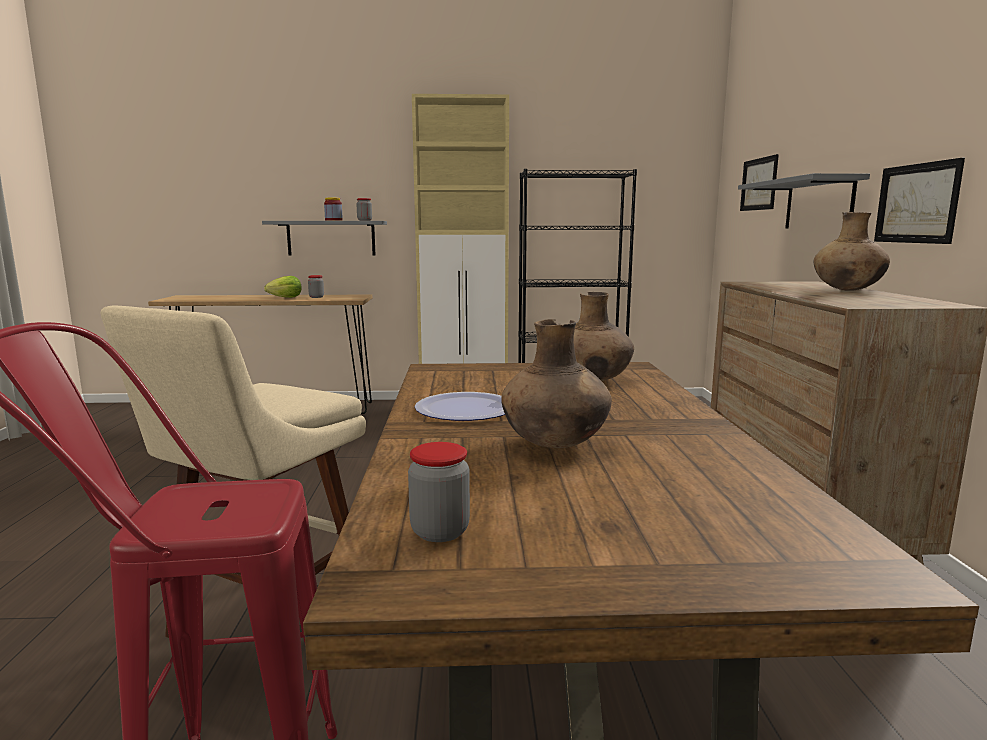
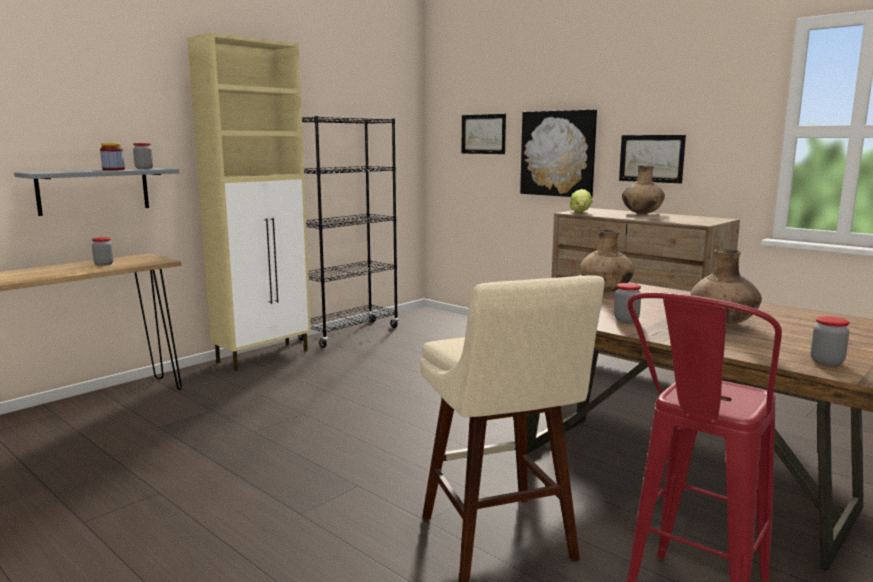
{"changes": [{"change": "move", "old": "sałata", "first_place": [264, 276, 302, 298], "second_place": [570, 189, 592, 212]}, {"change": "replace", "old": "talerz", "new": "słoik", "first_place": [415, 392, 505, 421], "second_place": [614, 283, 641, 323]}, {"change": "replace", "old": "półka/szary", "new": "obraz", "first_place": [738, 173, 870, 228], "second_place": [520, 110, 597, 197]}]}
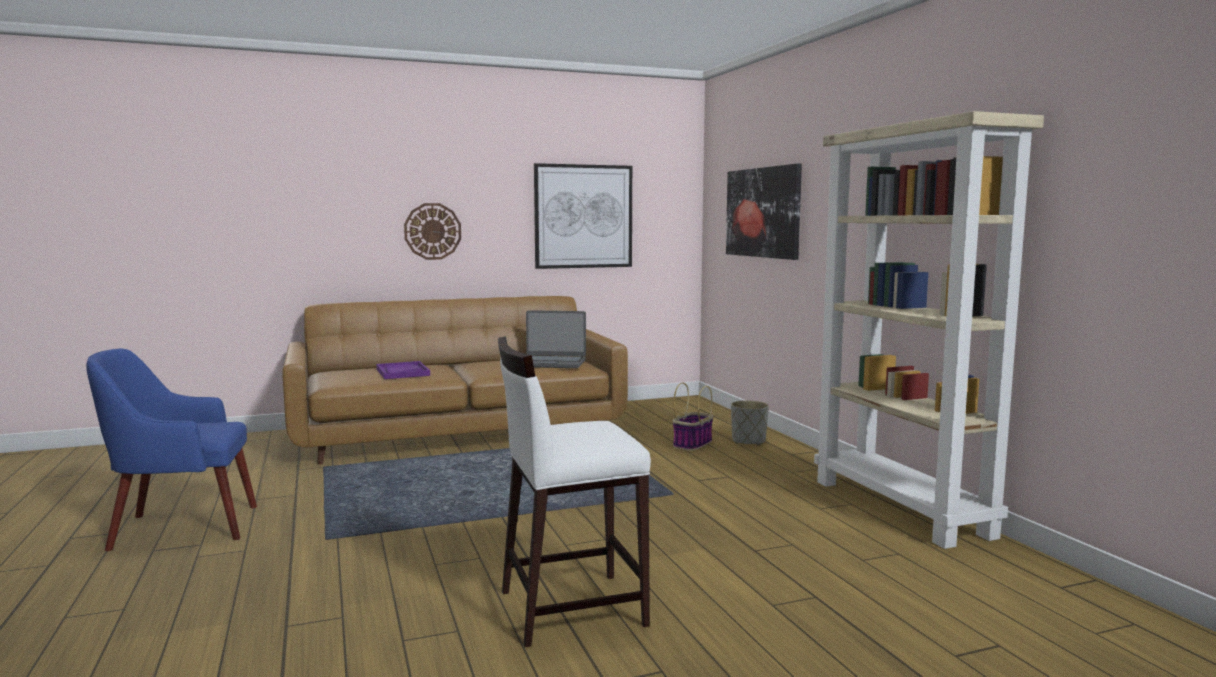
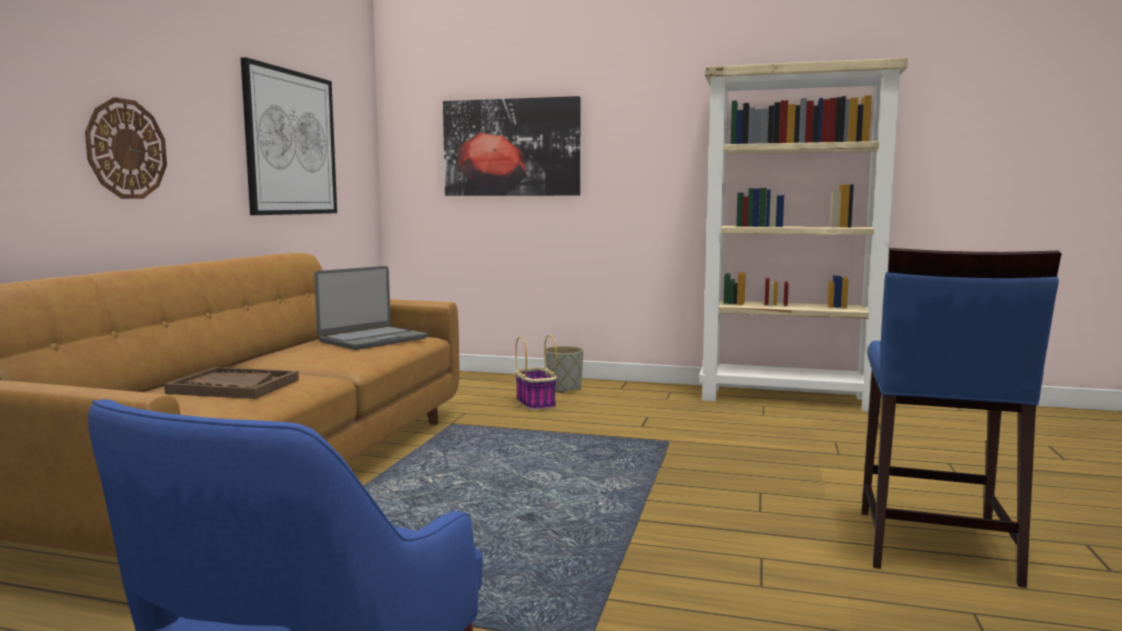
{"changes": [{"change": "recolor", "old": "taca/fioletowy", "new": "taca/brązowy", "first_place": [376, 361, 430, 379], "second_place": [164, 367, 299, 399]}, {"change": "recolor", "old": "stołek/biały", "new": "stołek/niebieski", "first_place": [498, 336, 651, 647], "second_place": [862, 248, 1062, 588]}]}
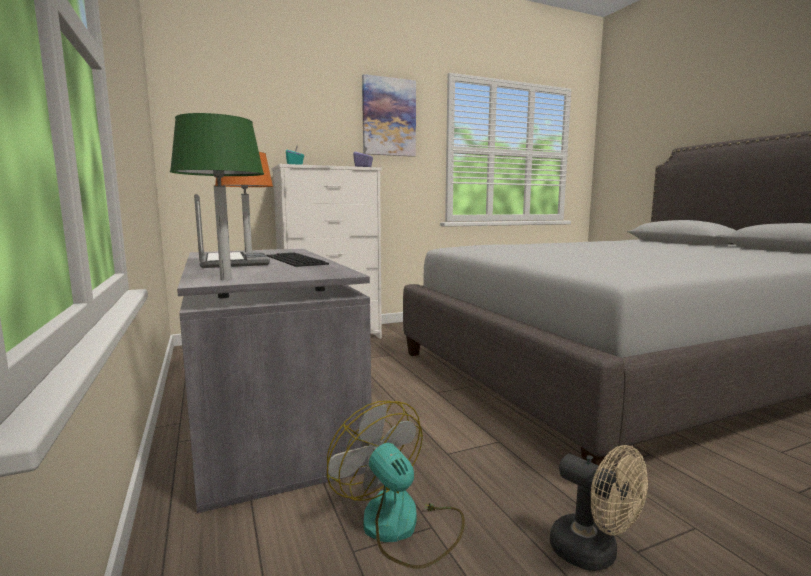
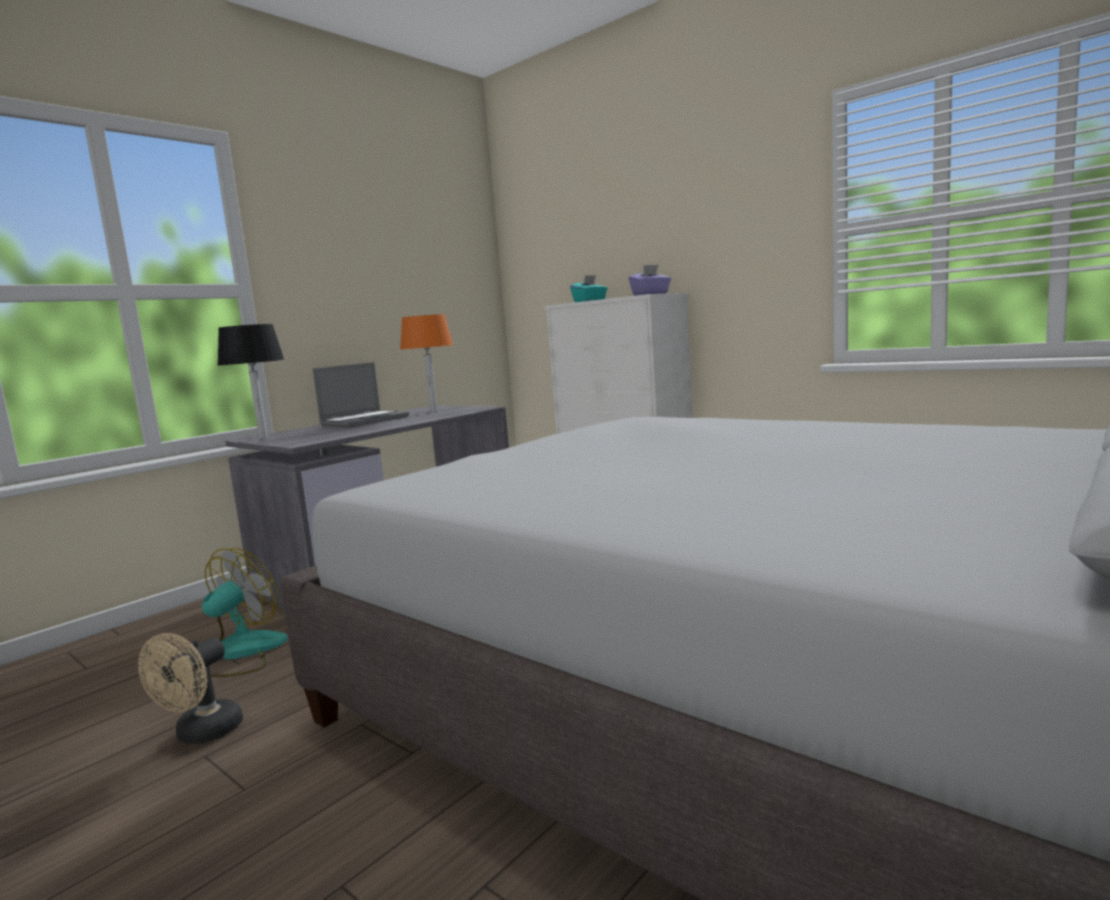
{"changes": [{"change": "delete", "old": "klawiatura", "first_place": [267, 253, 329, 267]}, {"change": "delete", "old": "obraz", "first_place": [362, 74, 416, 157]}, {"change": "recolor", "old": "lampa stołowa/zielony", "new": "lampa stołowa/czarny", "first_place": [170, 113, 264, 280], "second_place": [218, 324, 285, 439]}]}
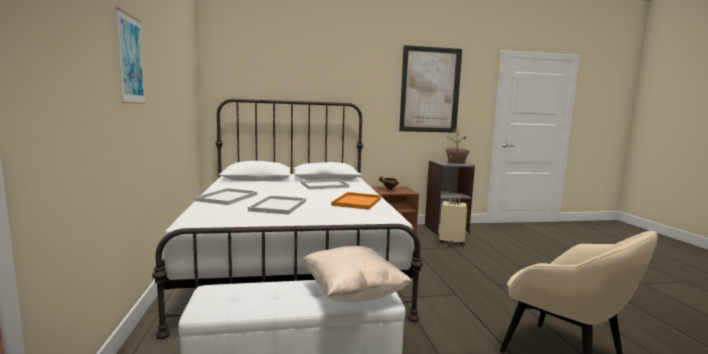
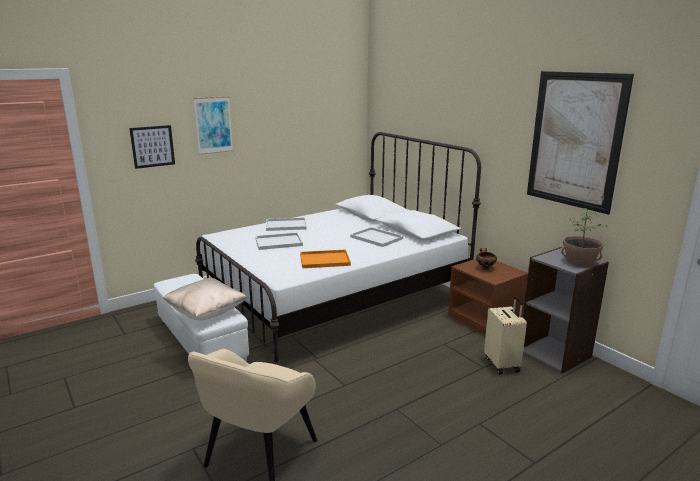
{"changes": [{"change": "insert", "new": "obraz", "second_place": [129, 125, 175, 169]}]}
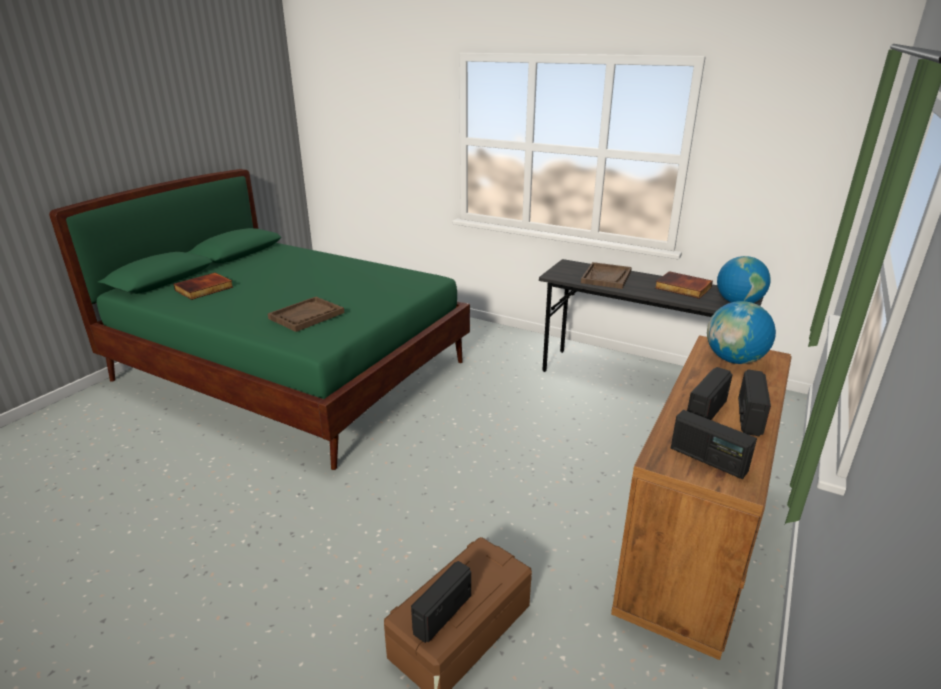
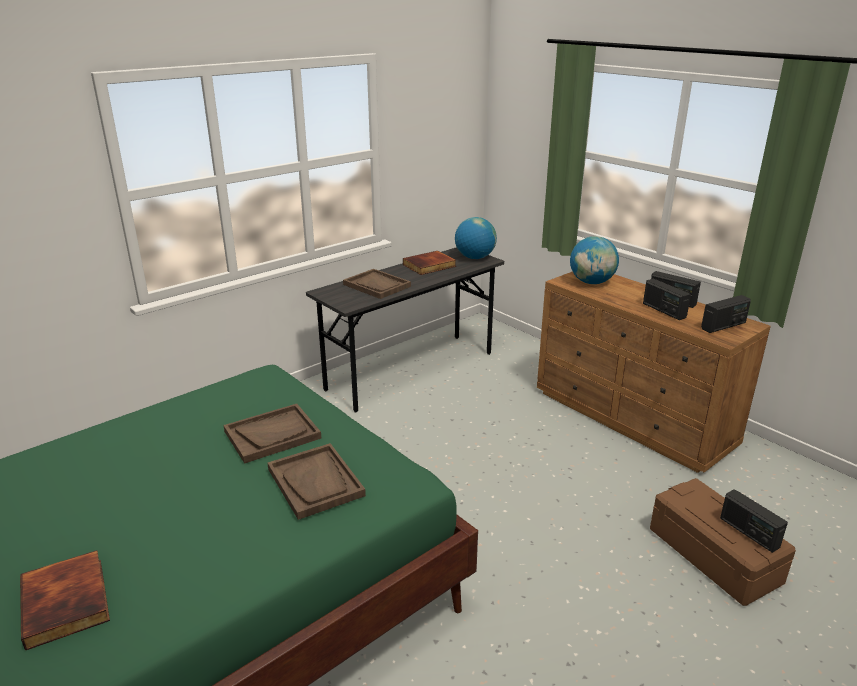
{"changes": [{"change": "insert", "new": "taca/brązowy", "second_place": [223, 404, 321, 464]}]}
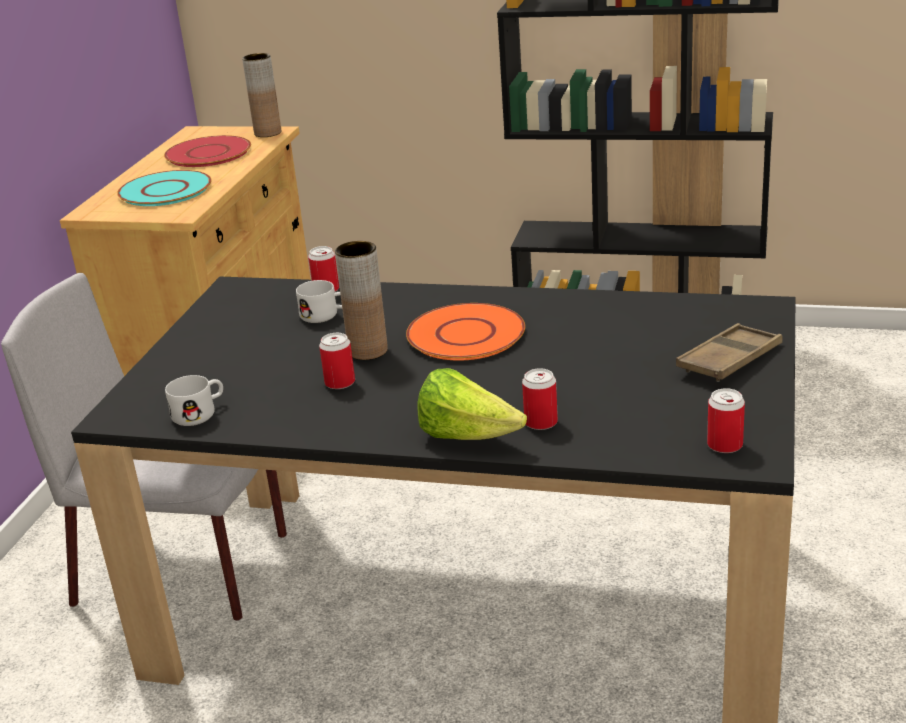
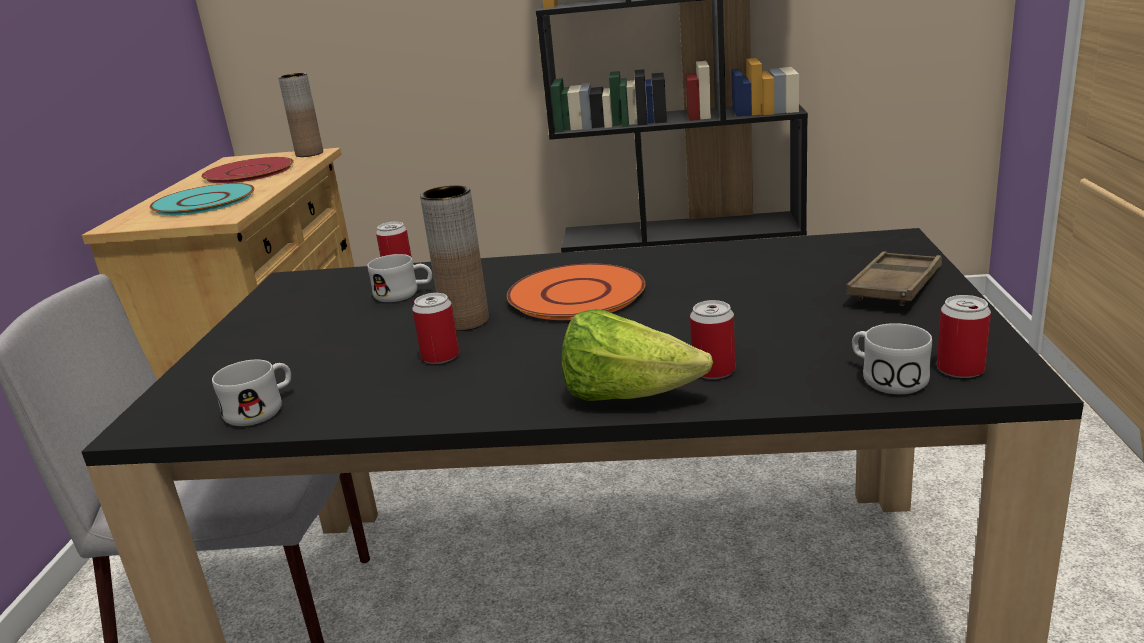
{"changes": [{"change": "insert", "new": "kubek/biały", "second_place": [852, 323, 932, 394]}]}
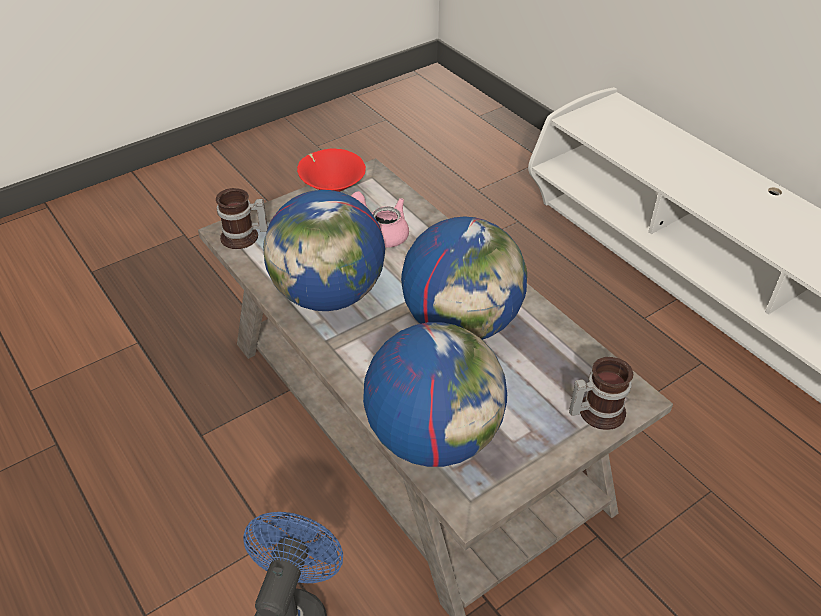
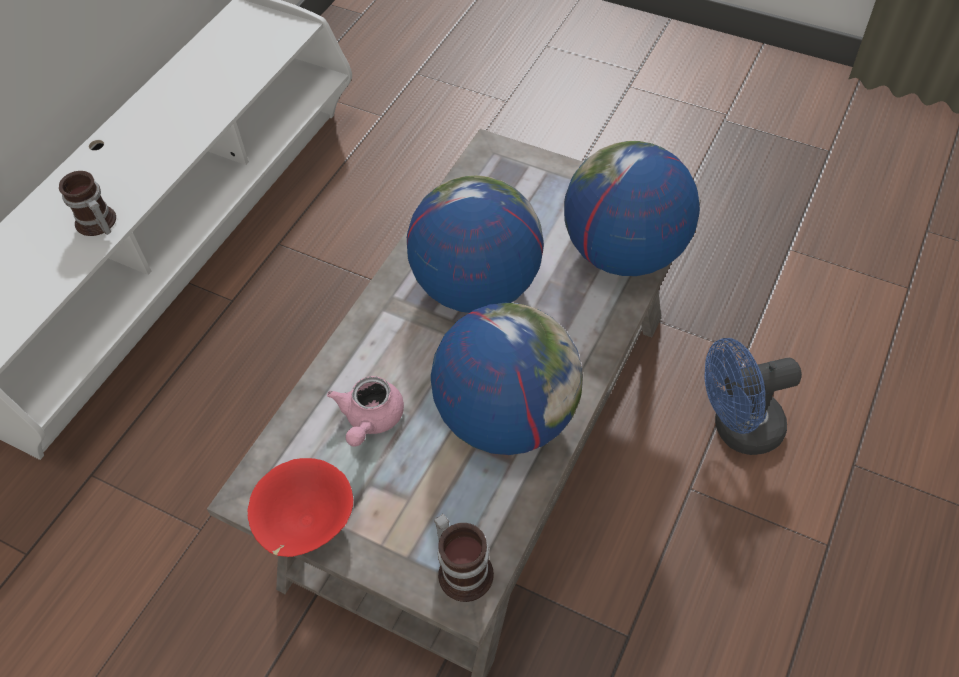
{"changes": [{"change": "move", "old": "kubek", "first_place": [569, 357, 633, 430], "second_place": [59, 171, 116, 236]}]}
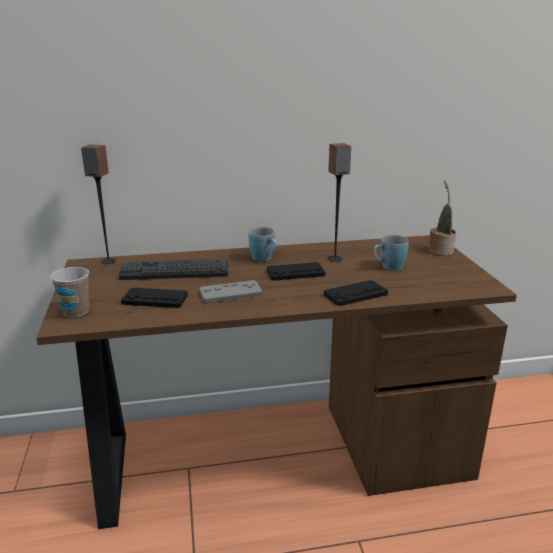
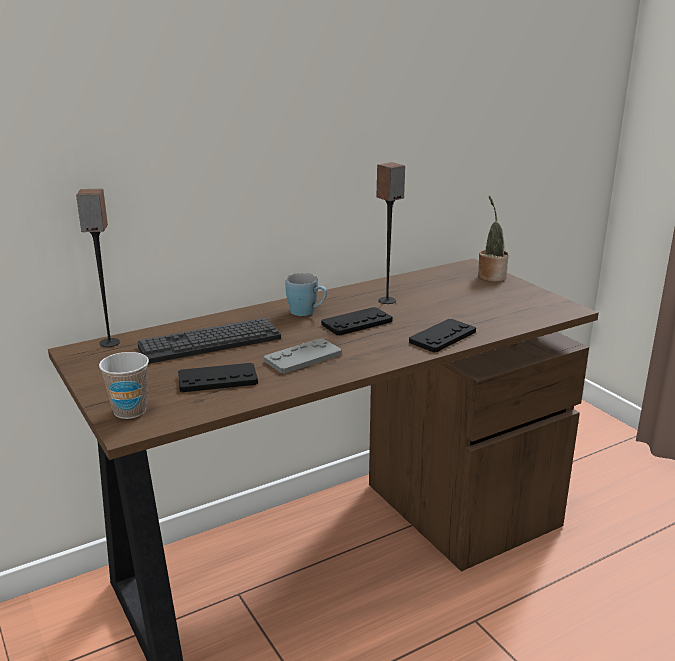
{"changes": [{"change": "delete", "old": "kubek/niebieski", "first_place": [373, 235, 409, 271]}]}
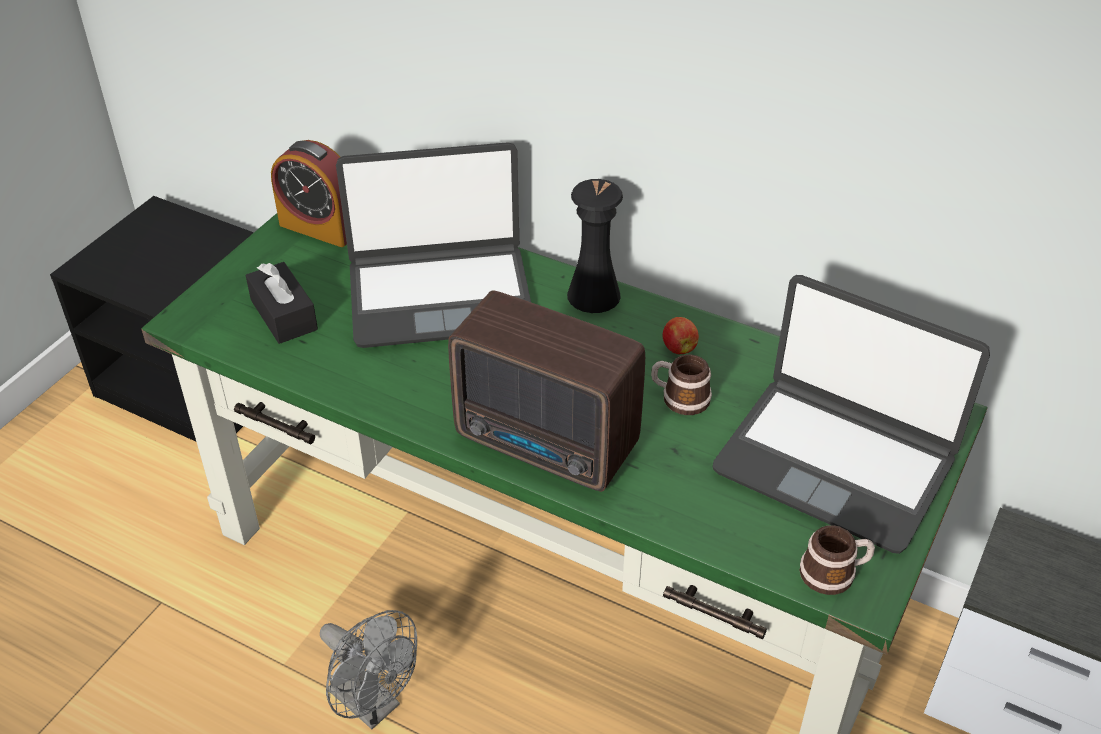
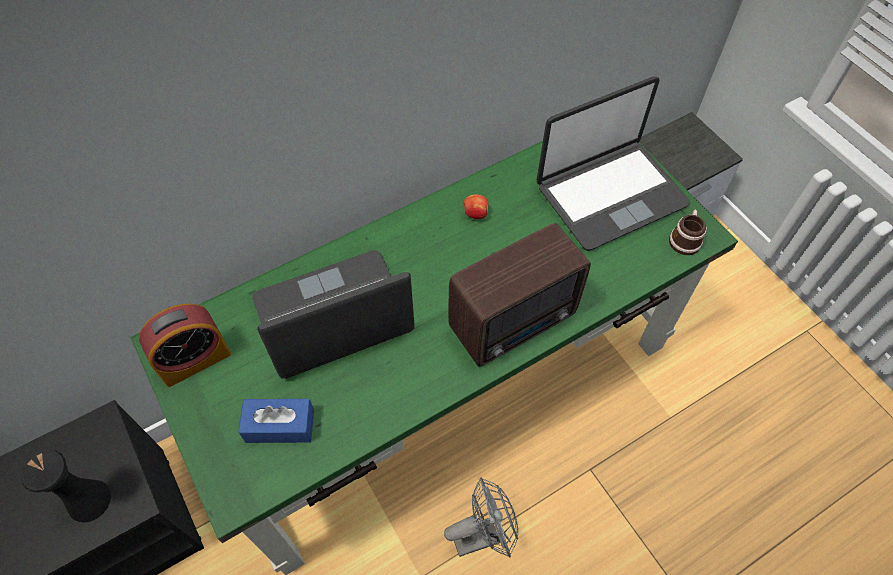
{"changes": [{"change": "delete", "old": "kubek", "first_place": [651, 355, 712, 415]}, {"change": "move", "old": "wazon/czarny", "first_place": [567, 179, 623, 313], "second_place": [21, 450, 111, 523]}, {"change": "recolor", "old": "pudełko chusteczek/czarny", "new": "pudełko chusteczek/niebieski", "first_place": [246, 262, 318, 344], "second_place": [238, 399, 314, 443]}, {"change": "rotate", "old": "laptop", "first_place": [336, 142, 531, 348], "second_place": [252, 250, 414, 379], "degrees": -135}]}
